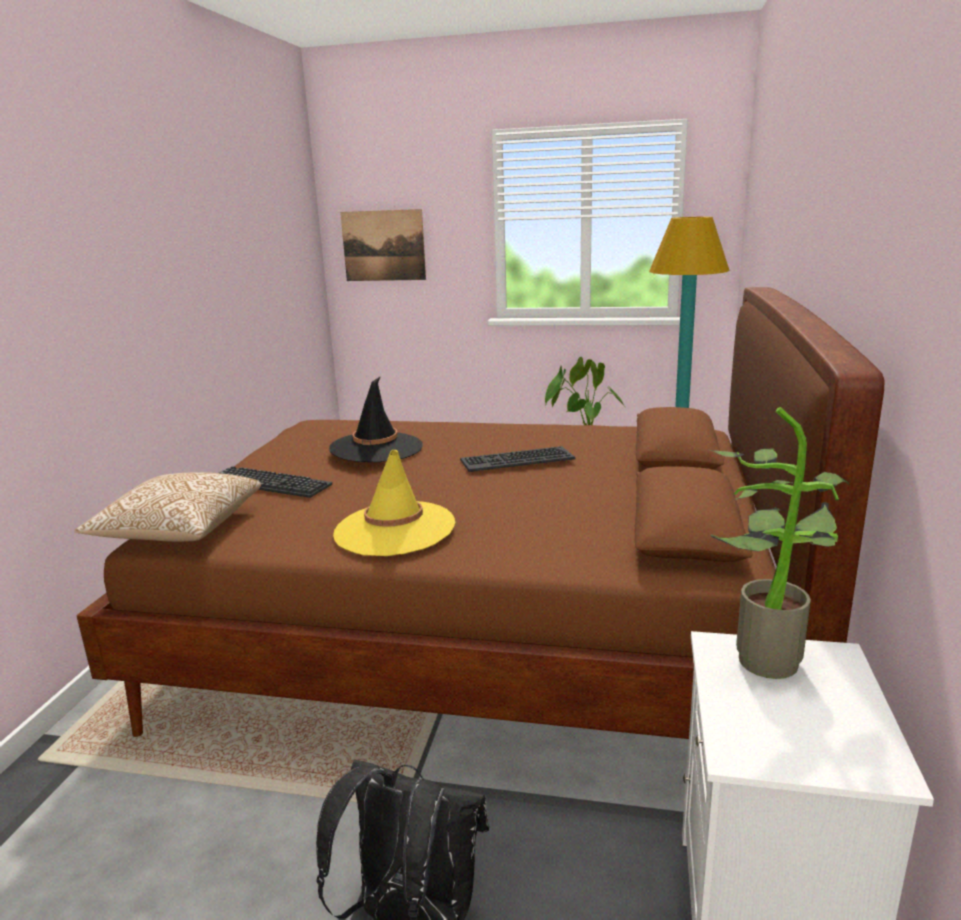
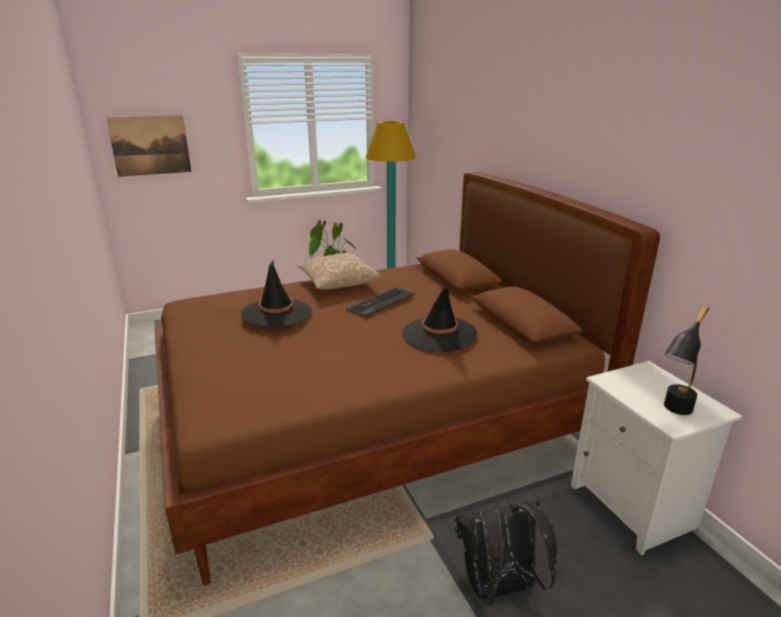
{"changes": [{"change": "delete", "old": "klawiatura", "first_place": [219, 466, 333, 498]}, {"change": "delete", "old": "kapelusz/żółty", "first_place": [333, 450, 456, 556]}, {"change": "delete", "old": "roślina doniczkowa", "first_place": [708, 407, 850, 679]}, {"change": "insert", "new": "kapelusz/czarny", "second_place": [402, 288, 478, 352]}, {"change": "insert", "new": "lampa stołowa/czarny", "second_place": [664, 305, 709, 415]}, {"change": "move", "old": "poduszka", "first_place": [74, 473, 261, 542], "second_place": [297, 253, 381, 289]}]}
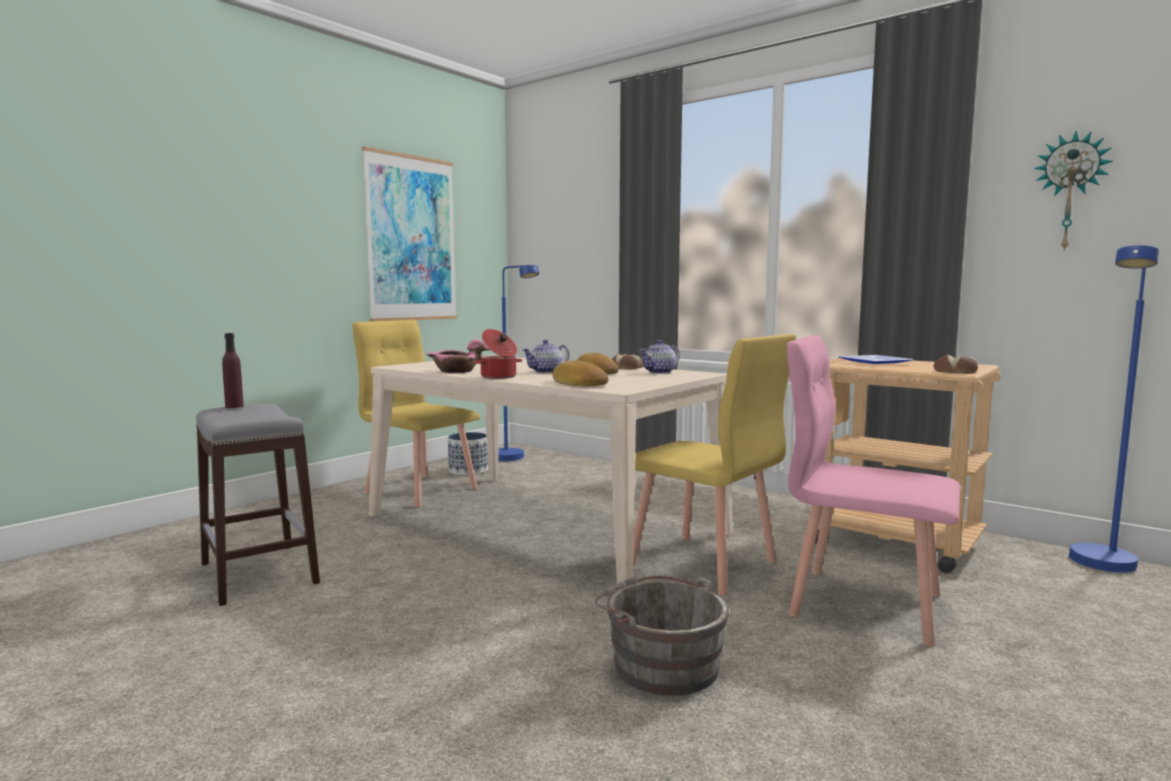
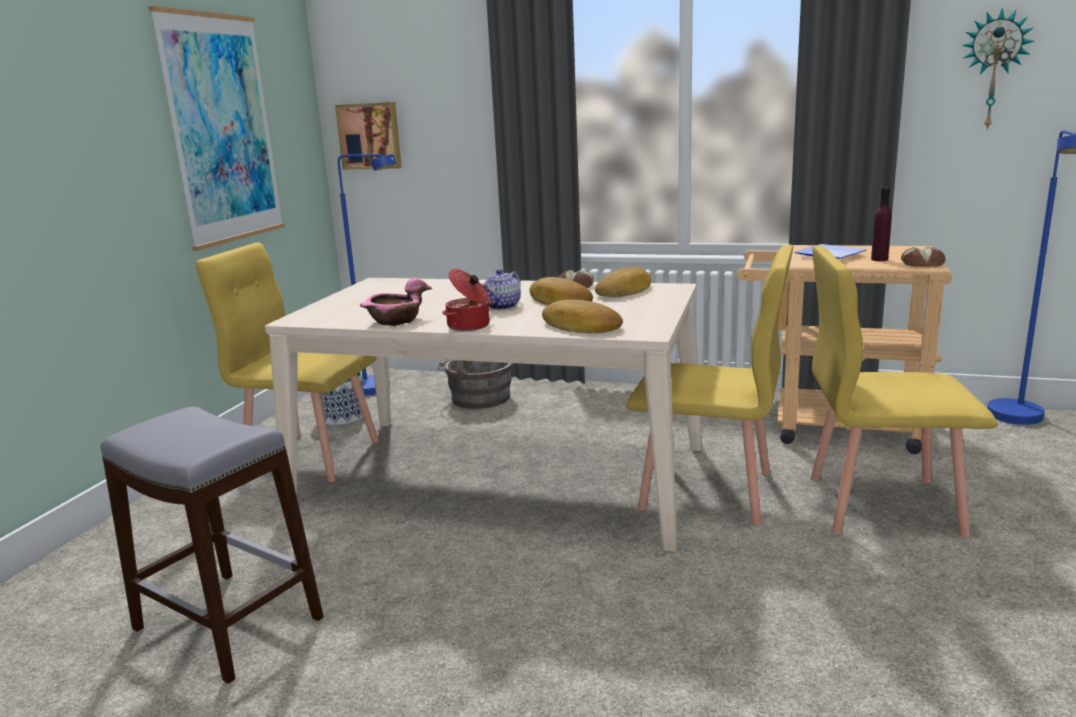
{"changes": [{"change": "insert", "new": "obraz", "second_place": [335, 102, 402, 170]}, {"change": "move", "old": "butelka/fioletowy", "first_place": [222, 333, 244, 408], "second_place": [871, 187, 892, 261]}, {"change": "move", "old": "wiadro/szary", "first_place": [595, 576, 729, 696], "second_place": [437, 360, 512, 409]}, {"change": "replace", "old": "imbryk", "new": "chleb", "first_place": [639, 340, 680, 374], "second_place": [595, 267, 651, 297]}, {"change": "recolor", "old": "krzesło/różowy", "new": "krzesło/żółty", "first_place": [787, 335, 961, 646], "second_place": [810, 245, 998, 538]}]}
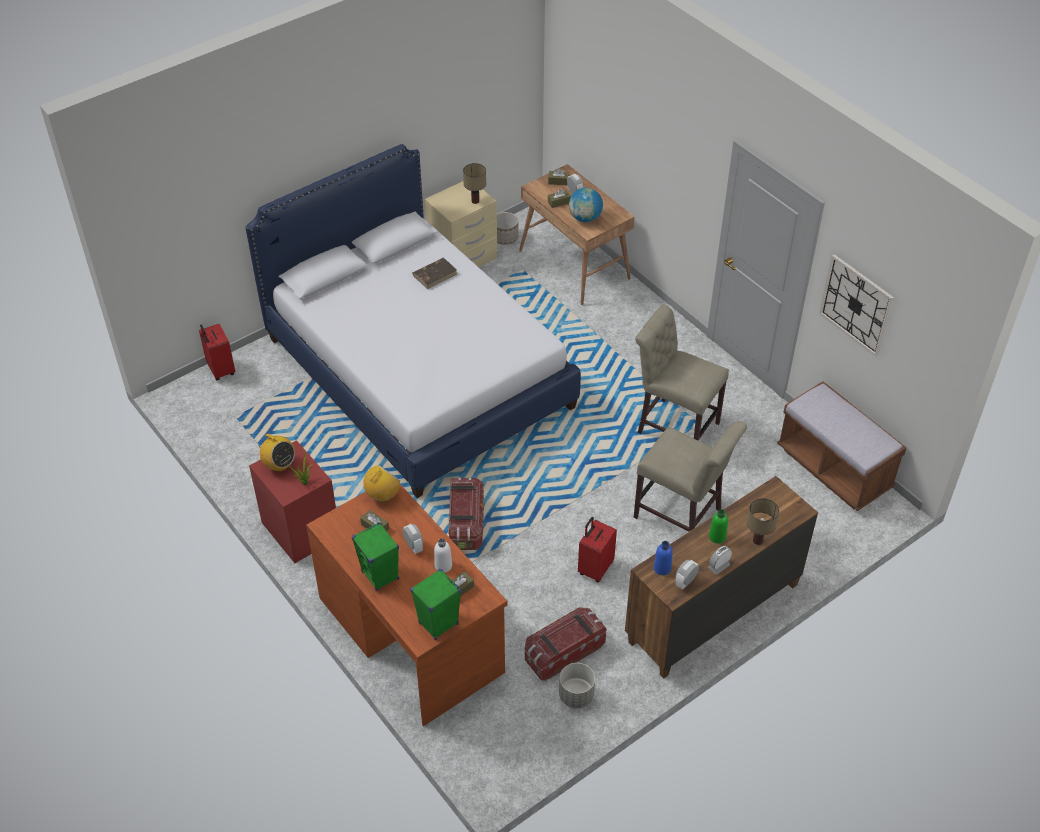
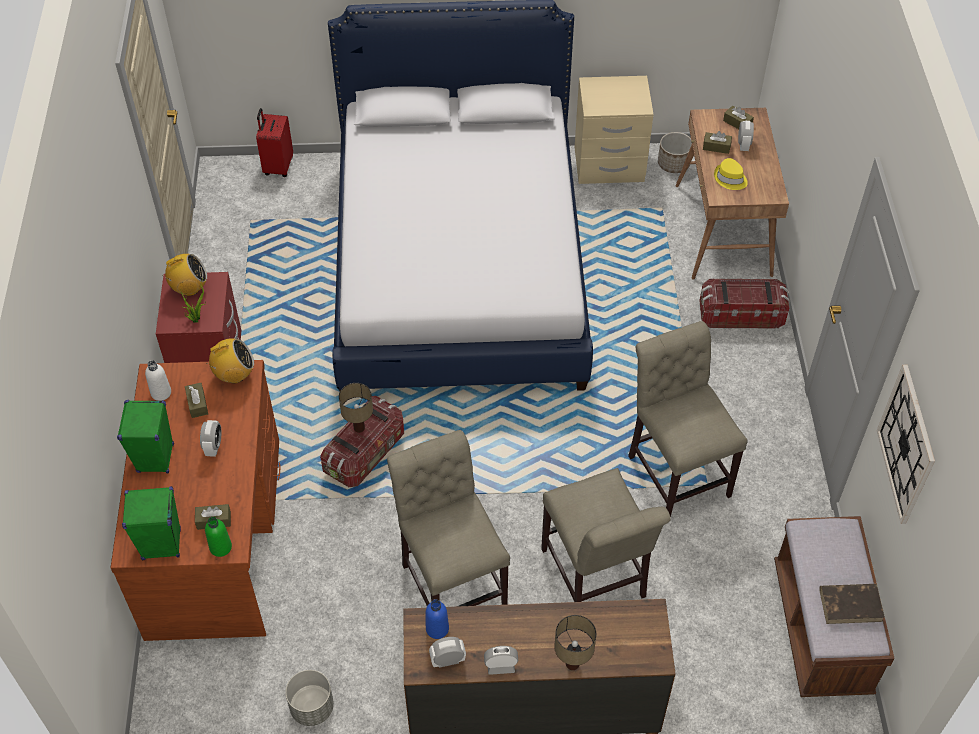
{"changes": [{"change": "move", "old": "książka/brązowy", "first_place": [413, 258, 457, 289], "second_place": [819, 584, 885, 624]}, {"change": "move", "old": "butelka/biały", "first_place": [434, 538, 452, 573], "second_place": [145, 360, 171, 401]}, {"change": "move", "old": "lampa stołowa", "first_place": [463, 163, 486, 204], "second_place": [339, 383, 373, 433]}, {"change": "move", "old": "pojemnik do przechowywania", "first_place": [525, 607, 607, 681], "second_place": [699, 279, 790, 329]}, {"change": "move", "old": "butelka/zielony", "first_place": [709, 509, 728, 544], "second_place": [205, 517, 232, 557]}, {"change": "replace", "old": "globus", "new": "kapelusz/żółty", "first_place": [569, 188, 603, 222], "second_place": [714, 158, 748, 190]}, {"change": "replace", "old": "walizka/czerwony", "new": "krzesło/beżowy", "first_place": [578, 517, 617, 582], "second_place": [387, 430, 510, 607]}, {"change": "rotate", "old": "radio", "first_place": [258, 434, 295, 472], "second_place": [162, 254, 207, 296], "degrees": -90}]}
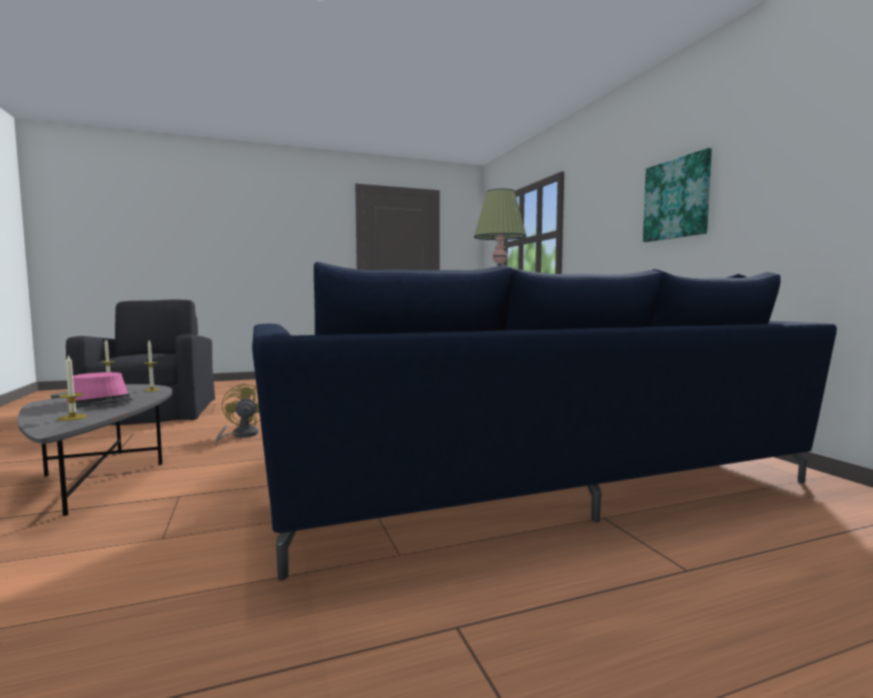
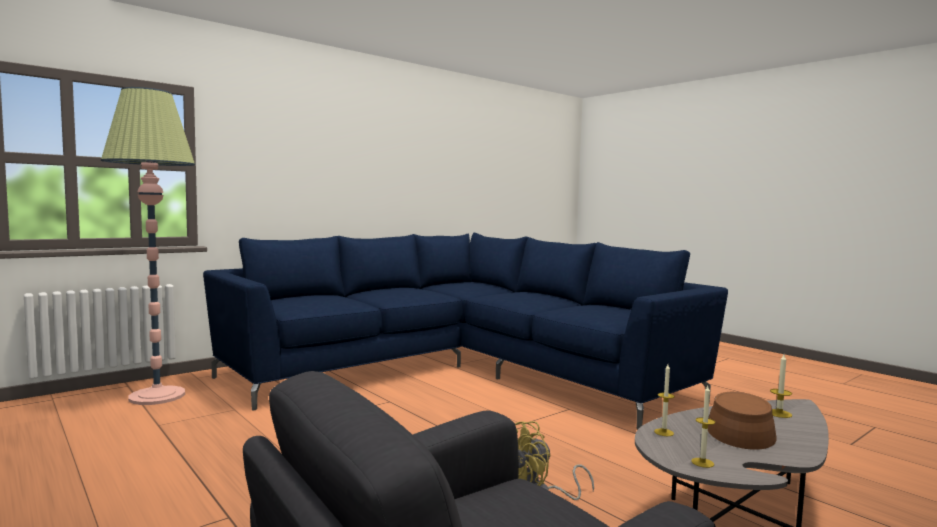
{"changes": [{"change": "delete", "old": "obraz", "first_place": [643, 148, 712, 242]}, {"change": "recolor", "old": "kapelusz/różowy", "new": "kapelusz/brązowy", "first_place": [66, 372, 134, 408], "second_place": [708, 392, 777, 450]}]}
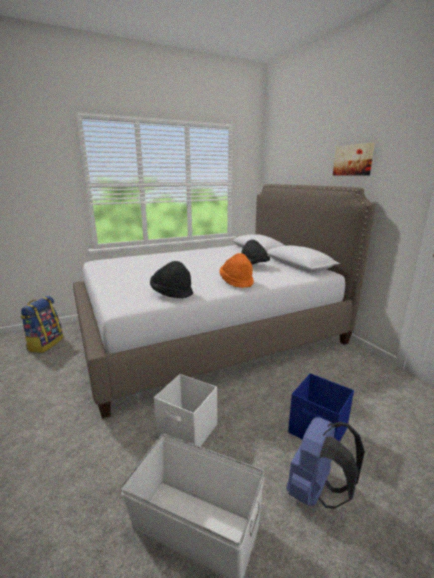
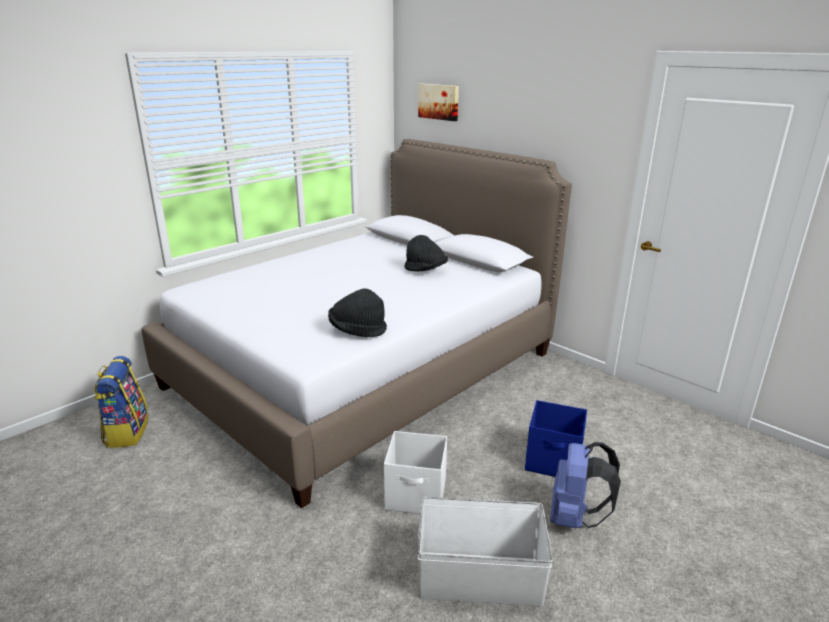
{"changes": [{"change": "delete", "old": "kapelusz/pomarańczowy", "first_place": [219, 253, 254, 288]}, {"change": "move", "old": "obraz", "first_place": [333, 143, 375, 176], "second_place": [418, 83, 459, 121]}]}
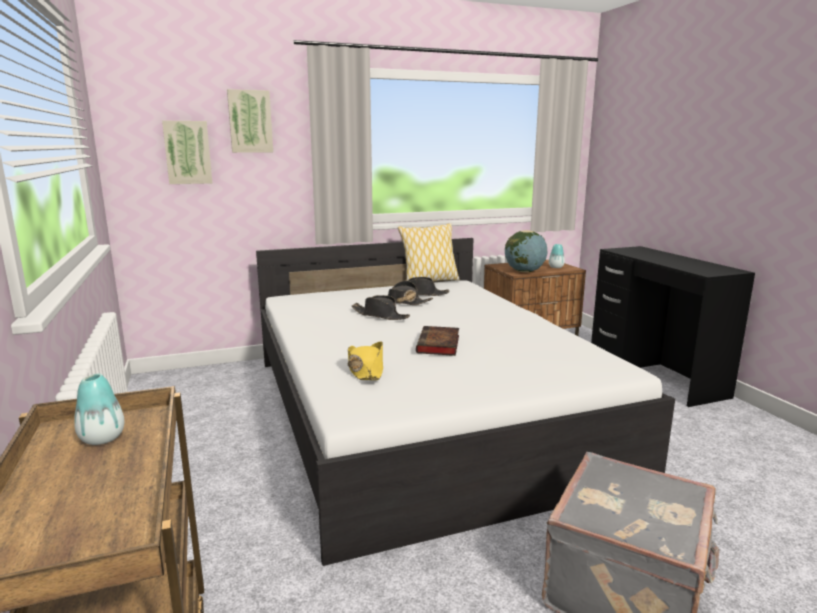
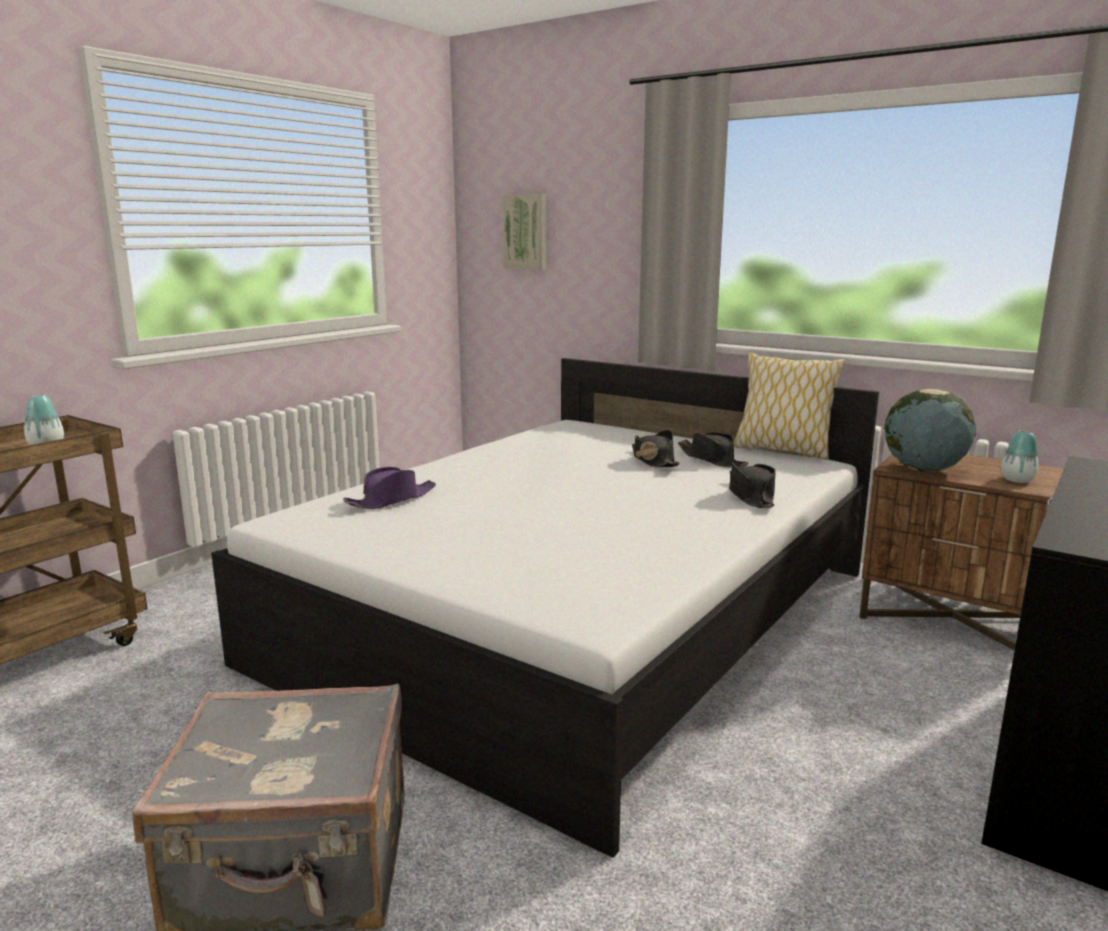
{"changes": [{"change": "delete", "old": "obraz", "first_place": [227, 89, 273, 153]}, {"change": "delete", "old": "książka", "first_place": [416, 326, 459, 356]}, {"change": "move", "old": "kapelusz/czarny", "first_place": [352, 295, 410, 320], "second_place": [729, 462, 776, 508]}, {"change": "recolor", "old": "kapelusz/żółty", "new": "kapelusz/fioletowy", "first_place": [348, 341, 383, 380], "second_place": [343, 467, 436, 509]}]}
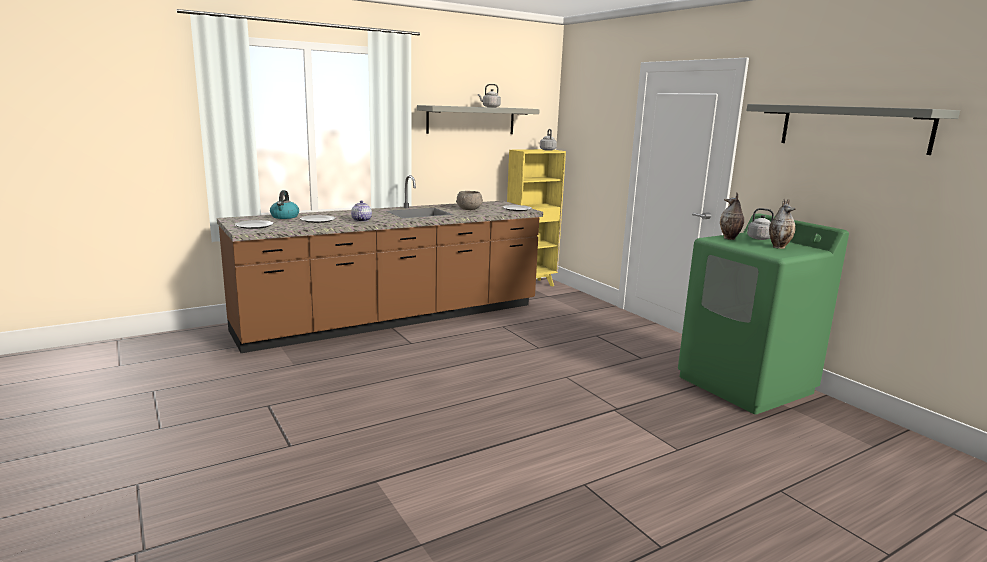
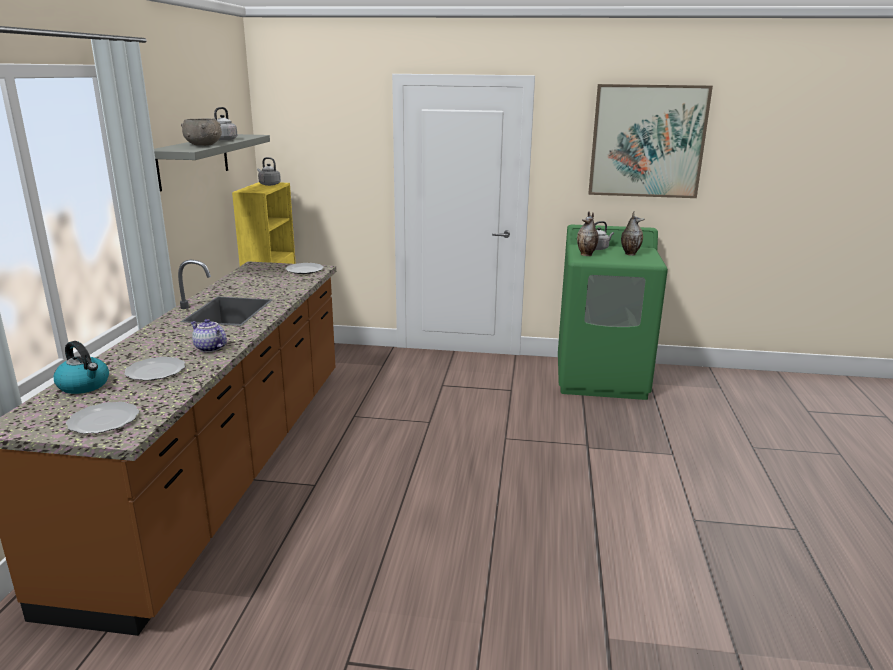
{"changes": [{"change": "move", "old": "miska/szary", "first_place": [456, 191, 483, 210], "second_place": [181, 118, 222, 146]}, {"change": "replace", "old": "półka/szary", "new": "obraz", "first_place": [747, 104, 960, 155], "second_place": [588, 84, 713, 198]}]}
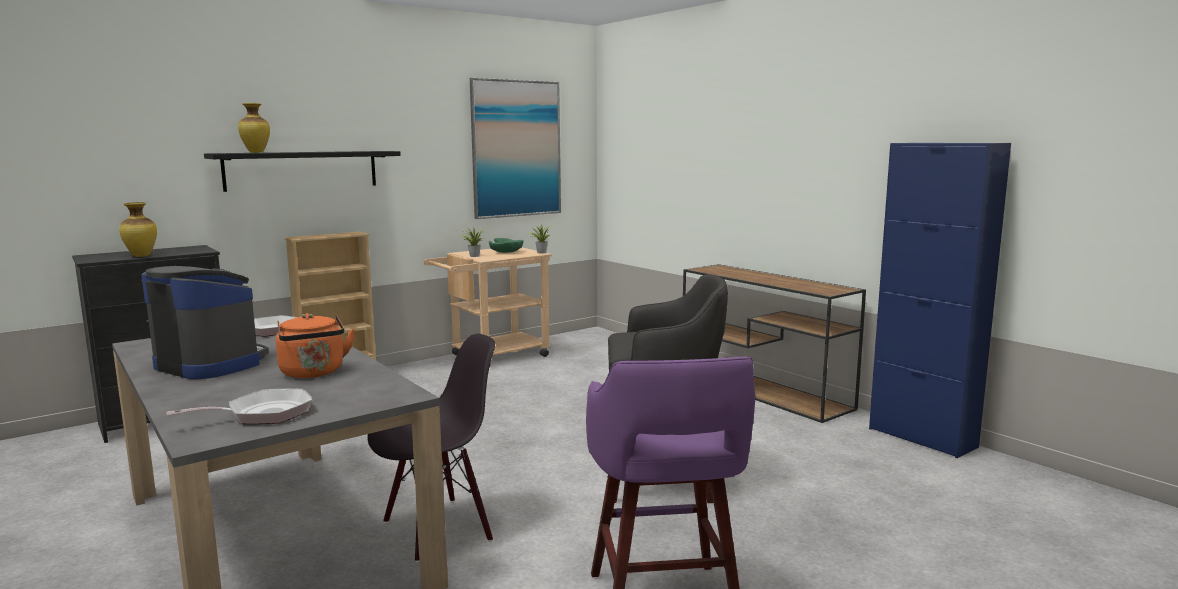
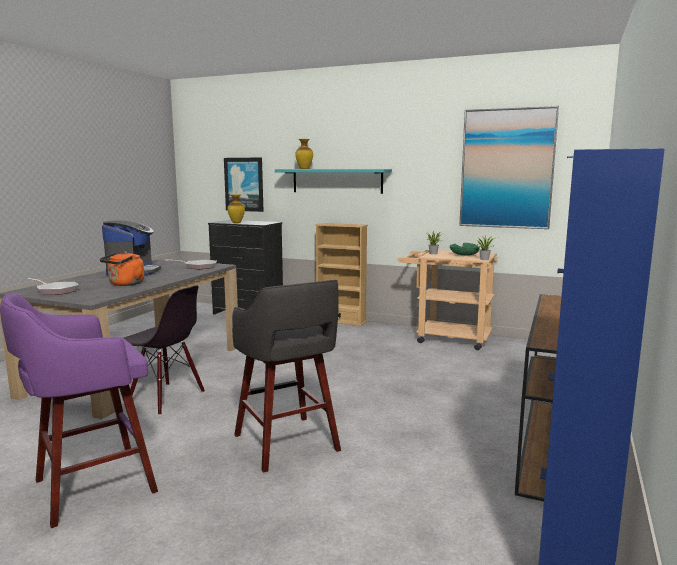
{"changes": [{"change": "insert", "new": "obraz", "second_place": [224, 157, 264, 212]}, {"change": "recolor", "old": "półka/czarny", "new": "półka/turkusowy", "first_place": [204, 151, 401, 192], "second_place": [275, 169, 392, 194]}]}
